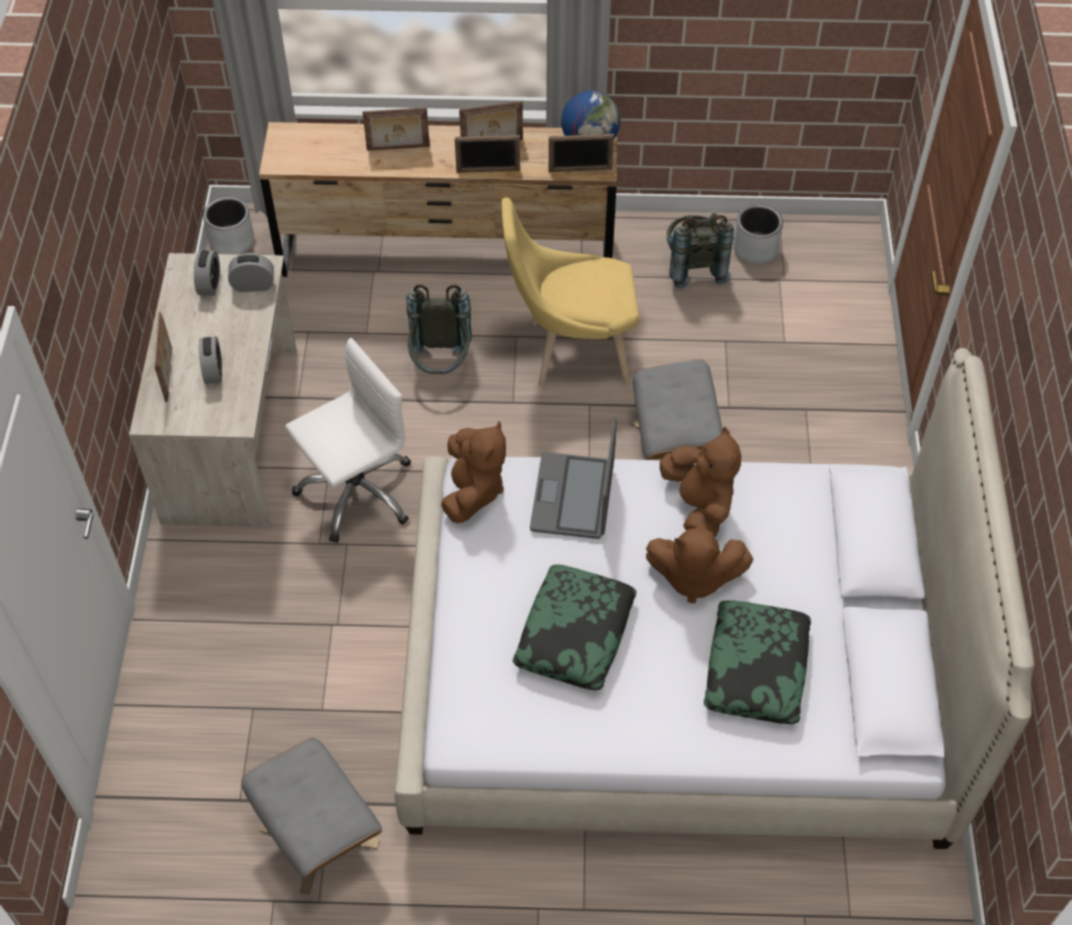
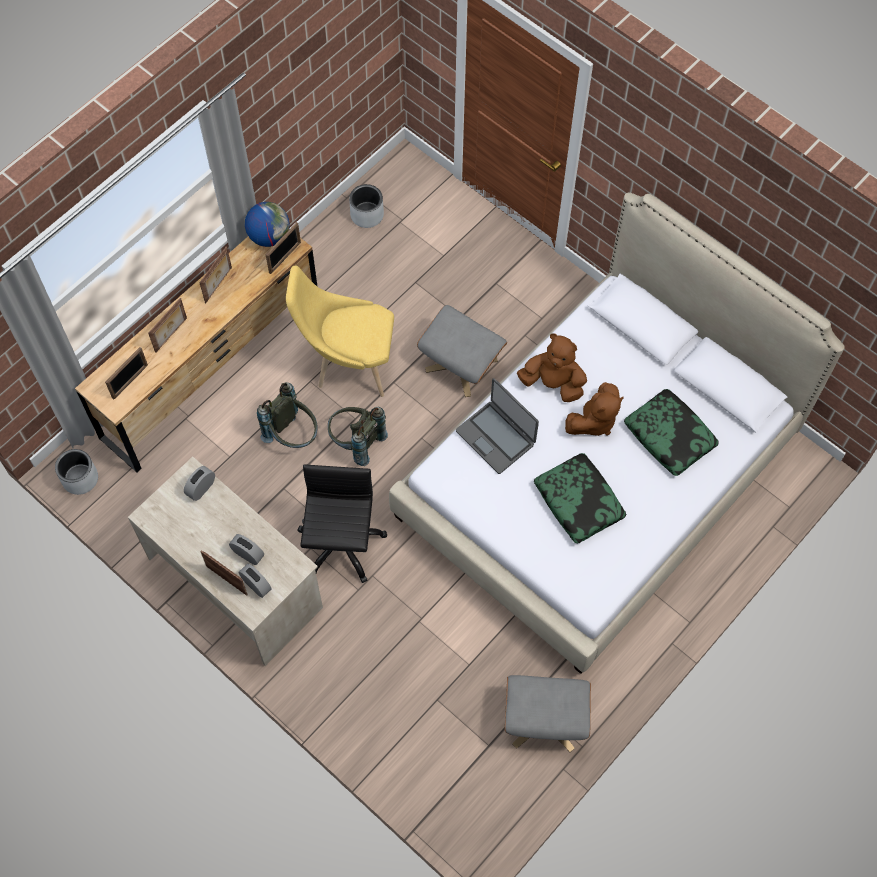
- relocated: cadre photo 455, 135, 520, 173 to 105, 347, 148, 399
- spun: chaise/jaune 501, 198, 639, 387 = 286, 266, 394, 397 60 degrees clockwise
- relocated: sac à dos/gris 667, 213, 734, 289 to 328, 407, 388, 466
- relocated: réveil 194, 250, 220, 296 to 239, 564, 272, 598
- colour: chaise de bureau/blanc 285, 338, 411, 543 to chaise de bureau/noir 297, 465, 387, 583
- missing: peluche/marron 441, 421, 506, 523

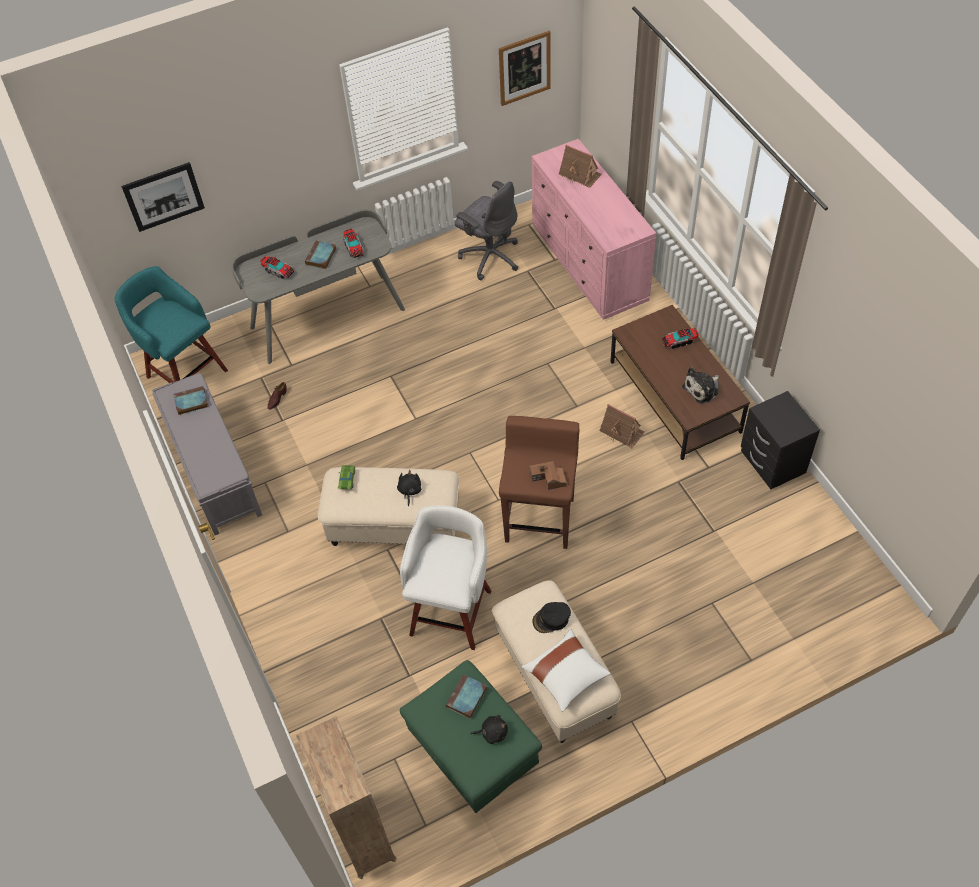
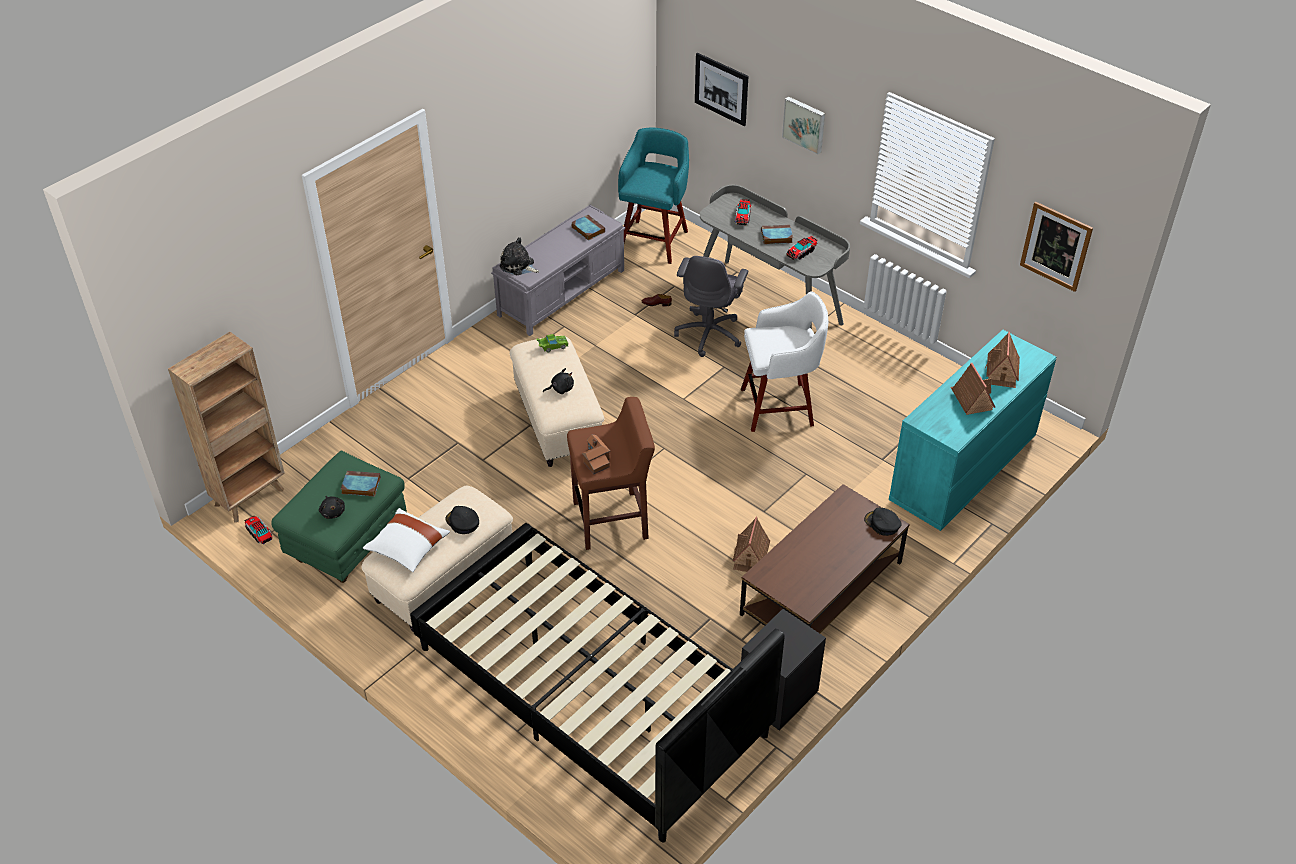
- colour: commode/rose 532, 139, 657, 320 to commode/turquoise 889, 330, 1056, 531
- relocated: chaise de bureau/gris 455, 181, 518, 280 to 674, 256, 748, 357
- relocated: camion jouet 662, 328, 699, 349 to 244, 516, 272, 544
- relocated: peluche 682, 367, 719, 404 to 499, 237, 539, 275
- relocated: tabouret/blanc 400, 505, 492, 650 to 741, 292, 828, 432
- appeared: tableau 782, 96, 825, 154
- appeared: maison miniature 950, 363, 996, 415
- appeared: casquette/noir 864, 508, 902, 536
- appeared: lit/noir 410, 523, 785, 843

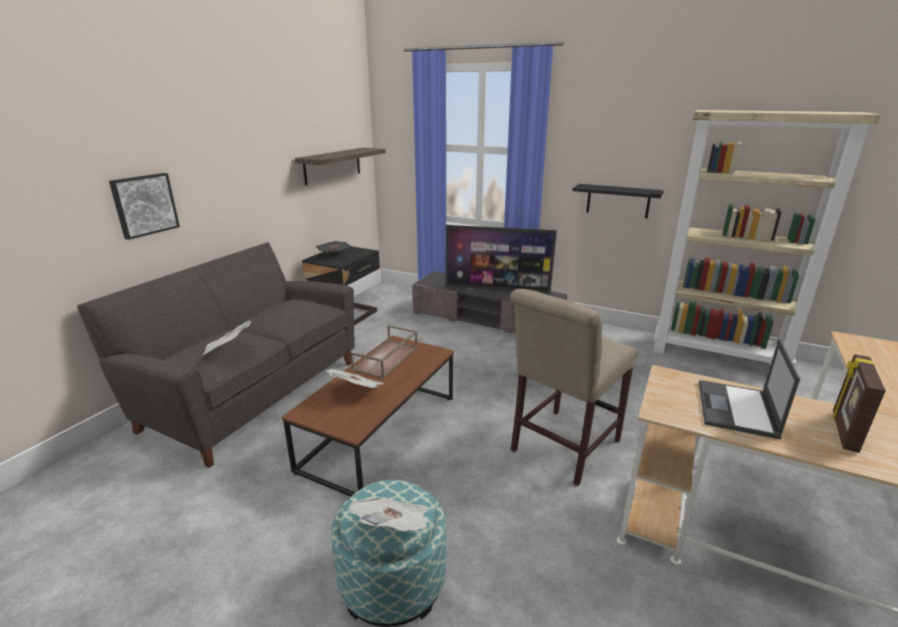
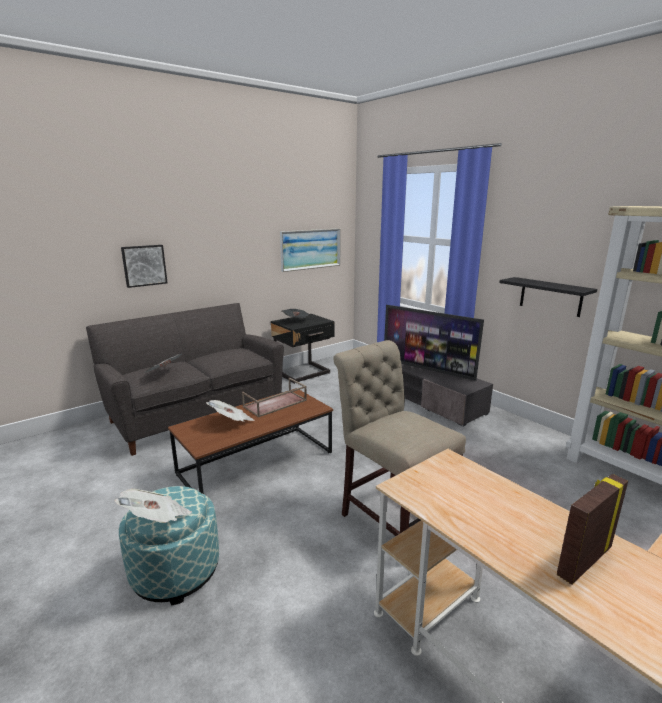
- exchanged: étagère 295, 148, 386, 186 to tableau 280, 228, 341, 272
- spun: chaise/beige 510, 289, 637, 486 = 333, 340, 466, 536 75 degrees clockwise
- missing: ordinateur portable 699, 339, 800, 440

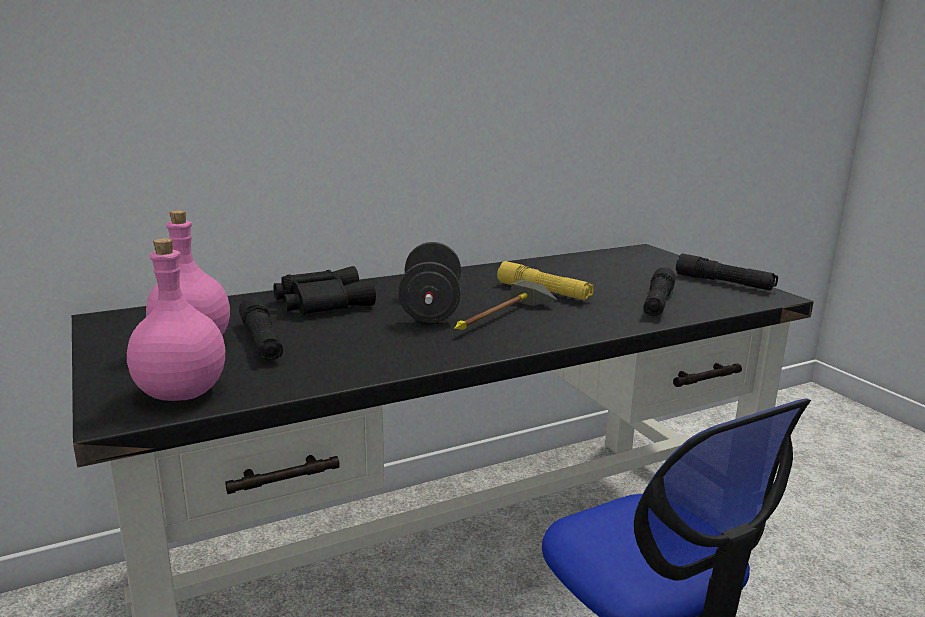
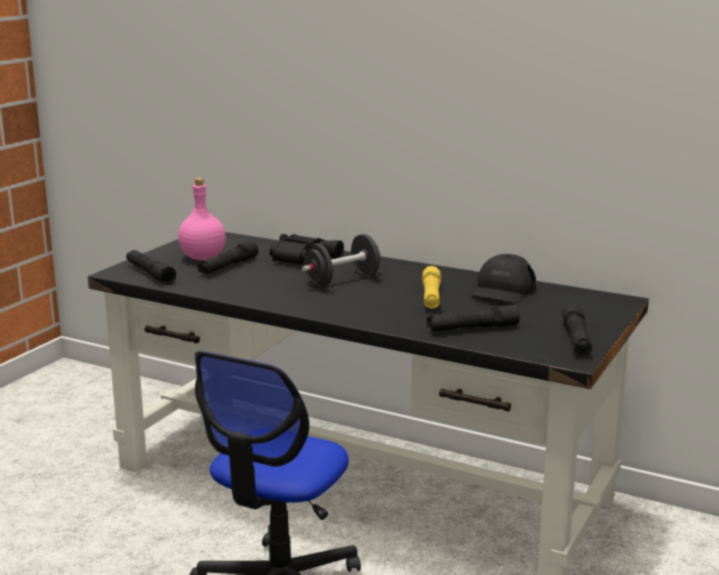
- exchanged: bouteille/rose 127, 238, 225, 401 to lampe de poche/noir 126, 250, 176, 284
- missing: marteau 454, 279, 557, 330
- appeared: casquette/noir 471, 254, 536, 303

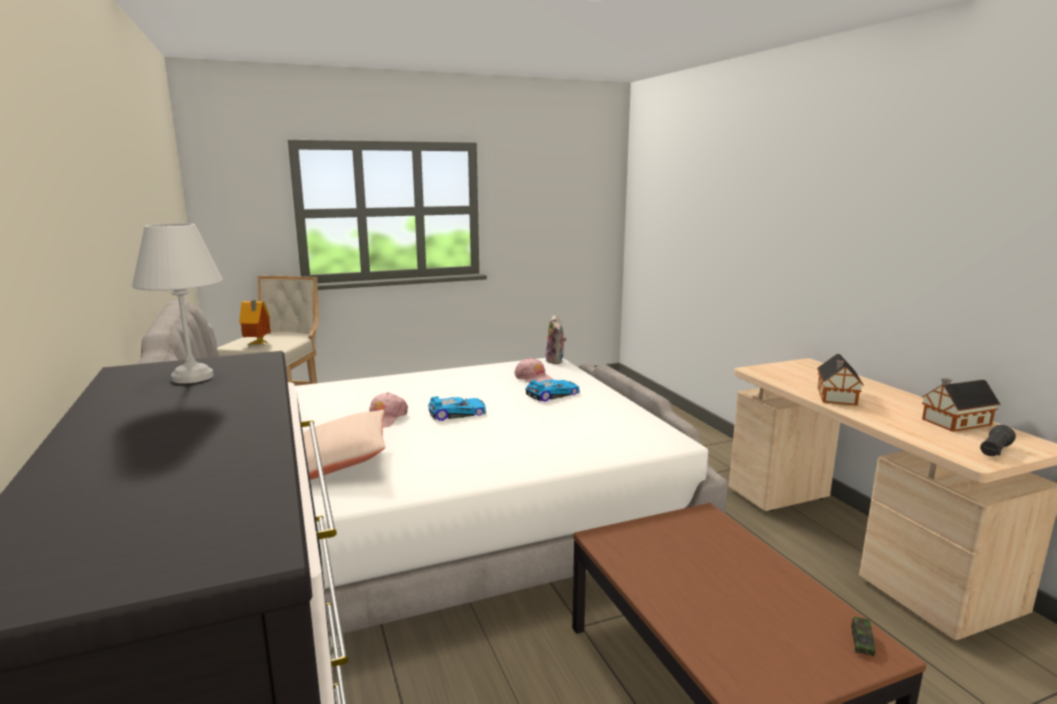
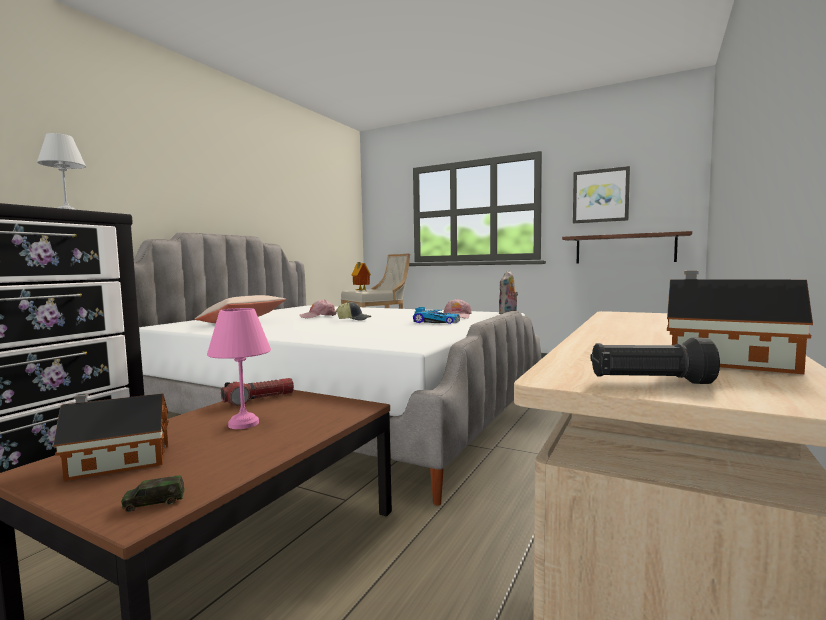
- relocated: maison miniature 817, 354, 864, 406 to 53, 393, 169, 481
- exchanged: petite voiture 428, 396, 486, 421 to casquette 336, 302, 371, 321
- appeared: tableau 573, 166, 630, 223
- appeared: étagère 562, 231, 692, 264
- appeared: lampe de table/rose 207, 308, 271, 429
- appeared: lampe de poche 221, 378, 294, 406

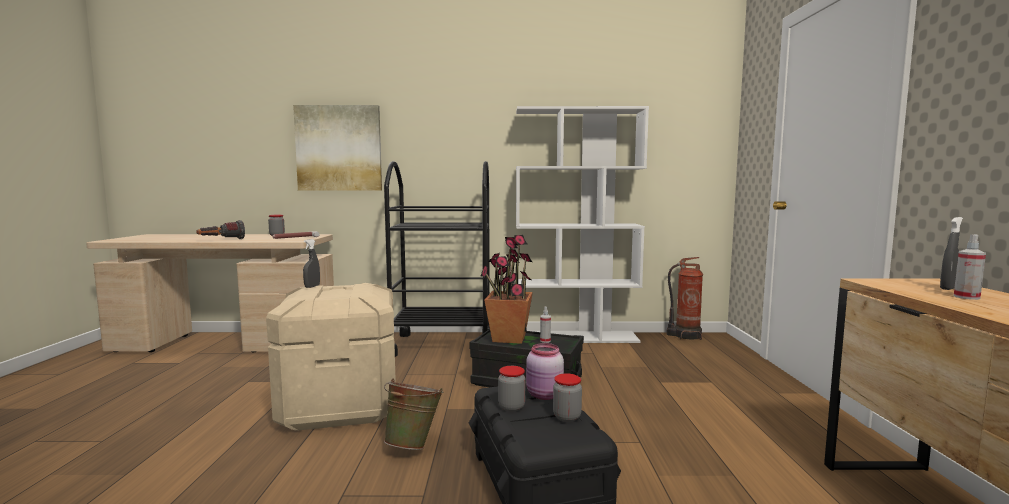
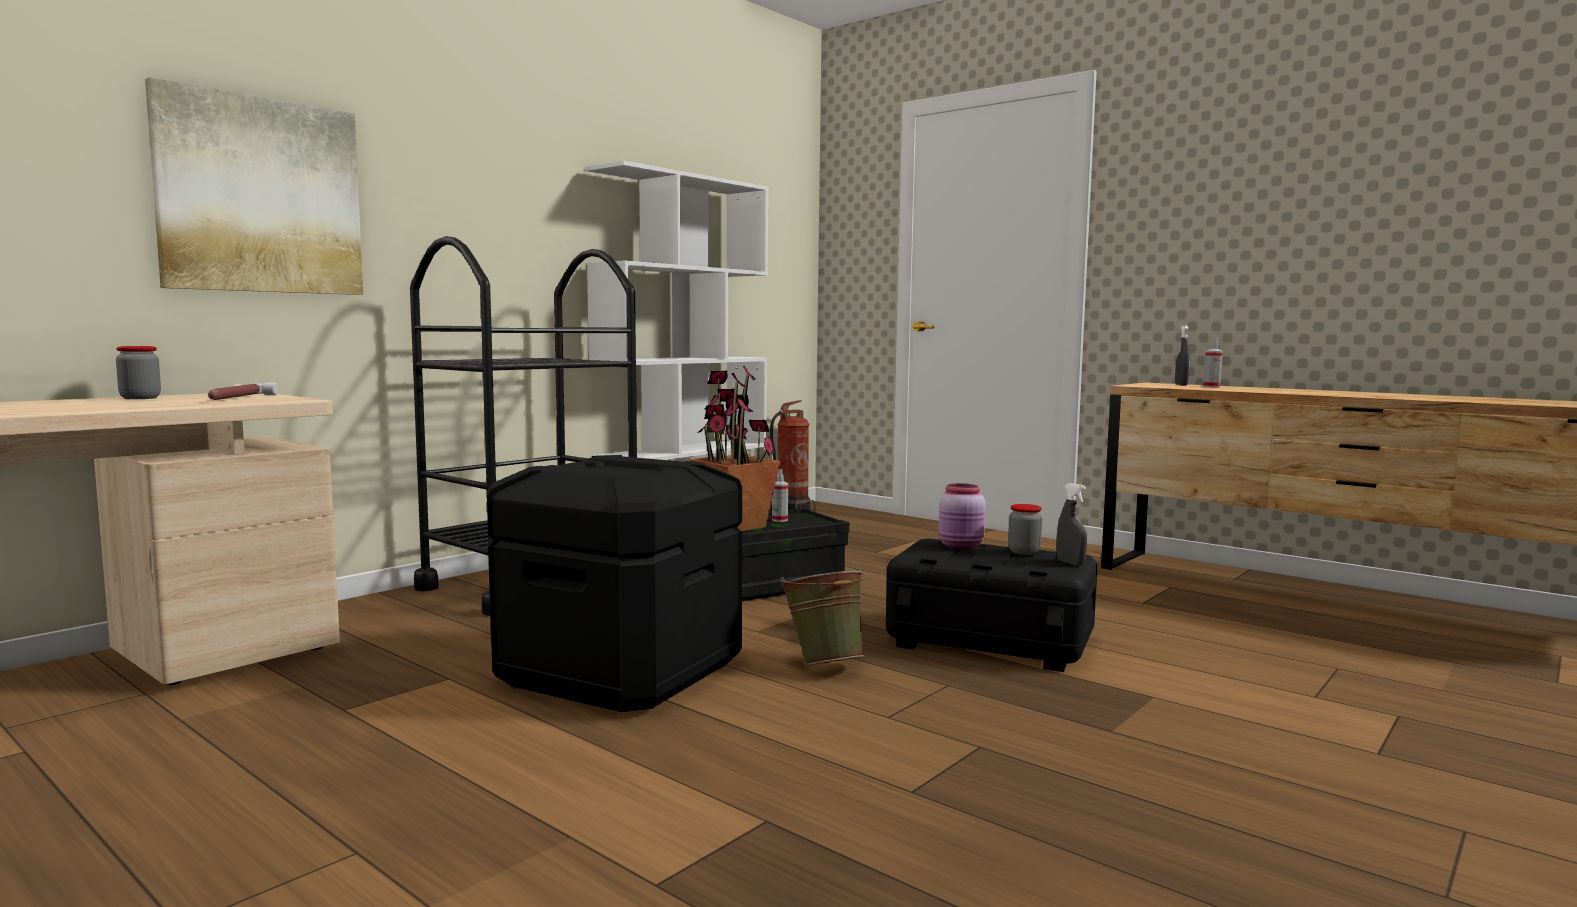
- missing: lampe de poche 196, 220, 245, 239
- relocated: vaporisateur/gris 303, 239, 320, 288 to 1056, 483, 1087, 565
- colour: boîte de rangement/beige 266, 283, 396, 431 to boîte de rangement/noir 487, 455, 742, 712
- missing: bocal 498, 366, 526, 412

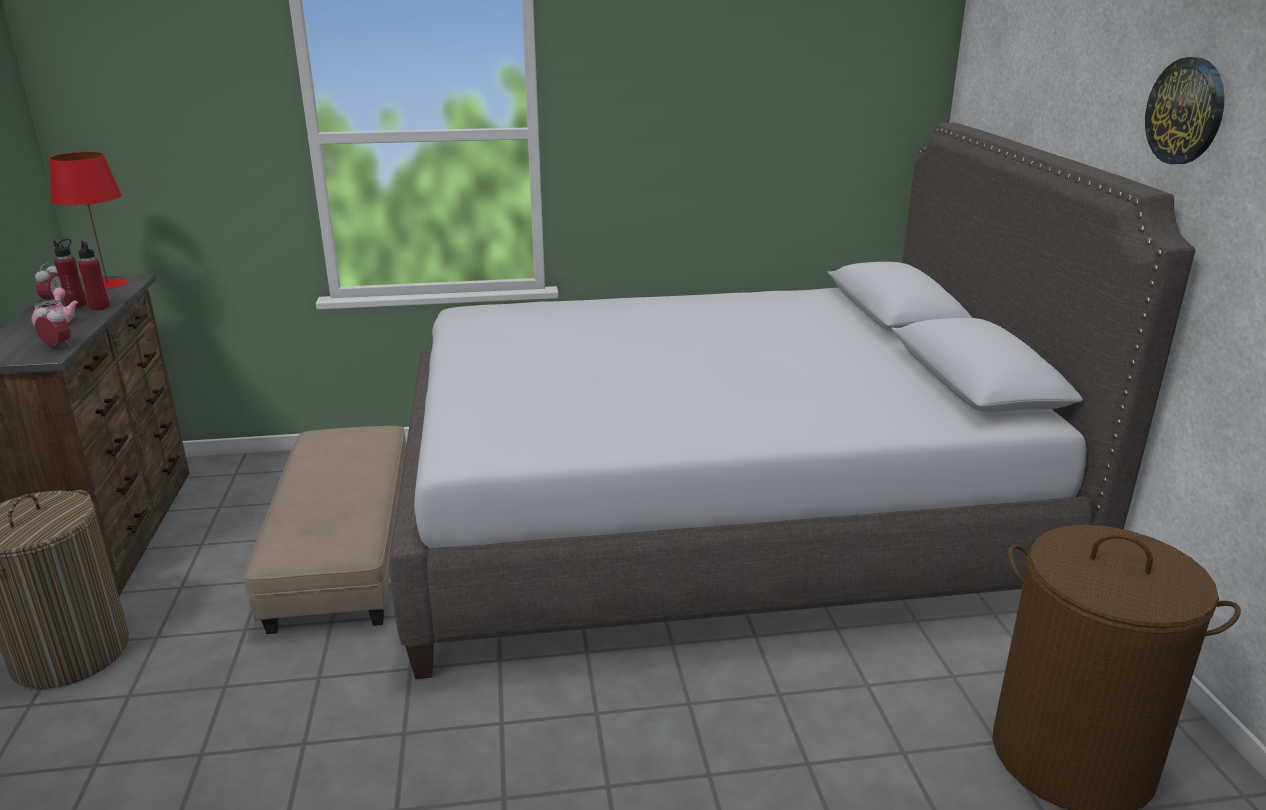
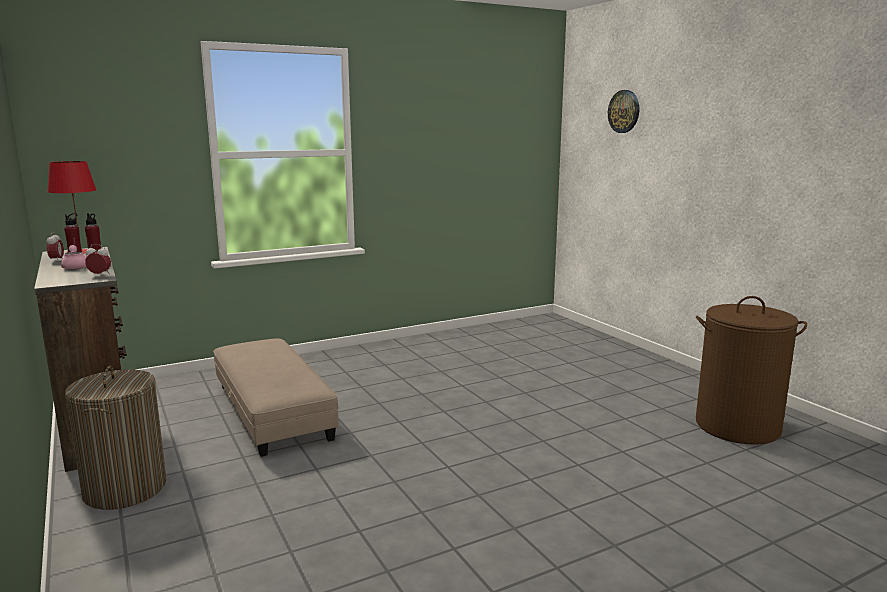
- relocated: horloge murale 1145, 57, 1224, 164 to 608, 90, 639, 133
- missing: lit/gris 389, 123, 1195, 679

